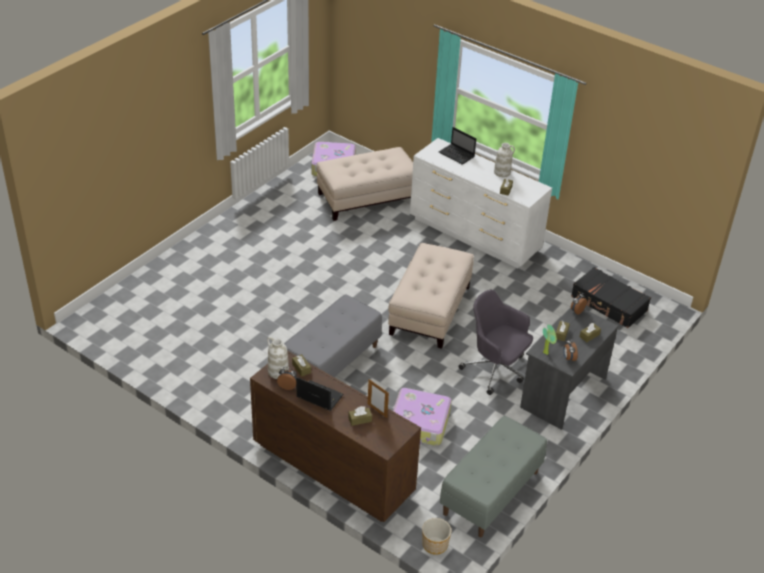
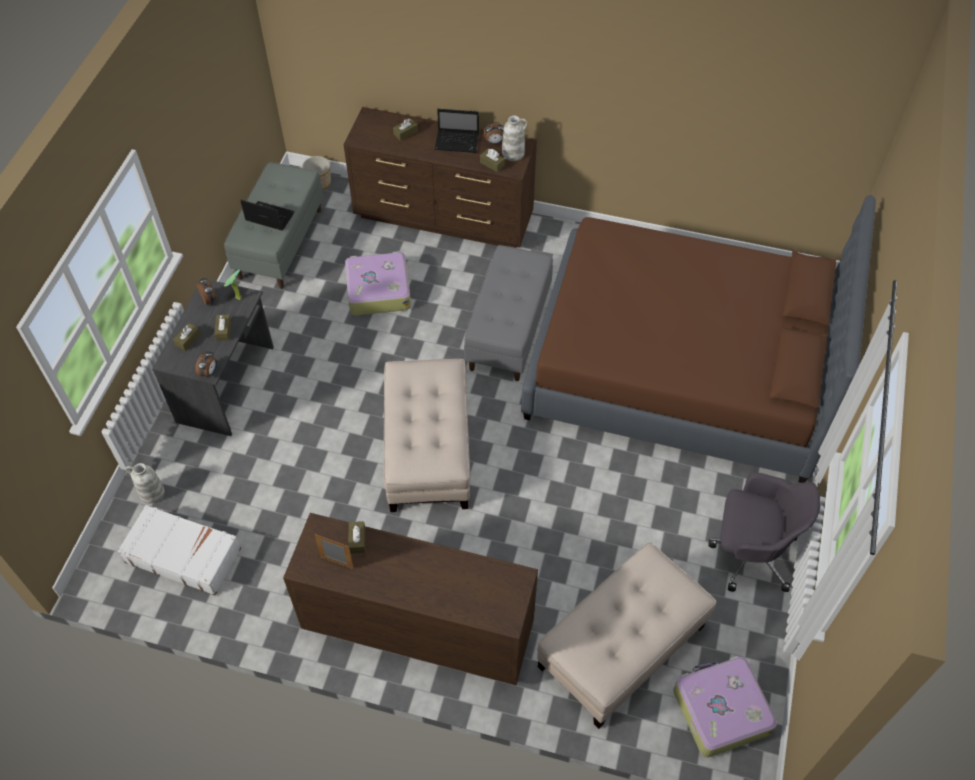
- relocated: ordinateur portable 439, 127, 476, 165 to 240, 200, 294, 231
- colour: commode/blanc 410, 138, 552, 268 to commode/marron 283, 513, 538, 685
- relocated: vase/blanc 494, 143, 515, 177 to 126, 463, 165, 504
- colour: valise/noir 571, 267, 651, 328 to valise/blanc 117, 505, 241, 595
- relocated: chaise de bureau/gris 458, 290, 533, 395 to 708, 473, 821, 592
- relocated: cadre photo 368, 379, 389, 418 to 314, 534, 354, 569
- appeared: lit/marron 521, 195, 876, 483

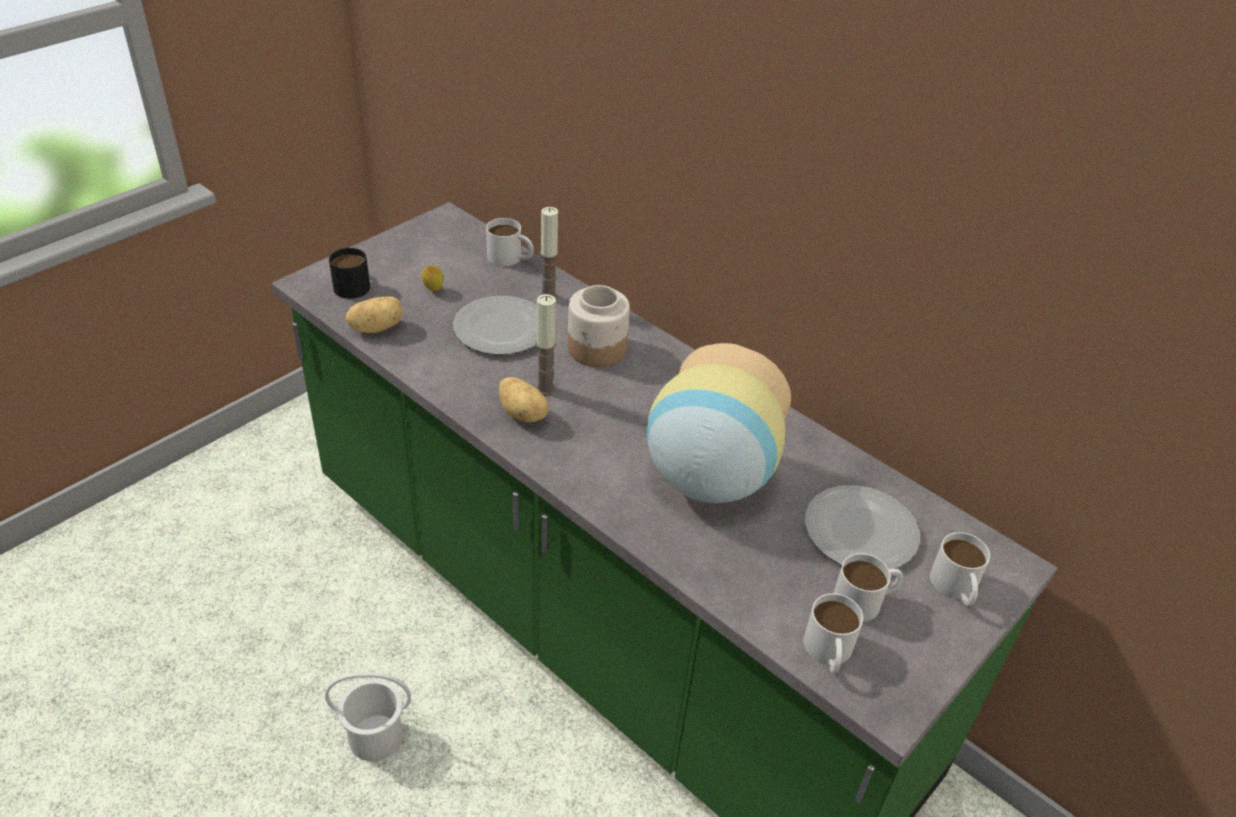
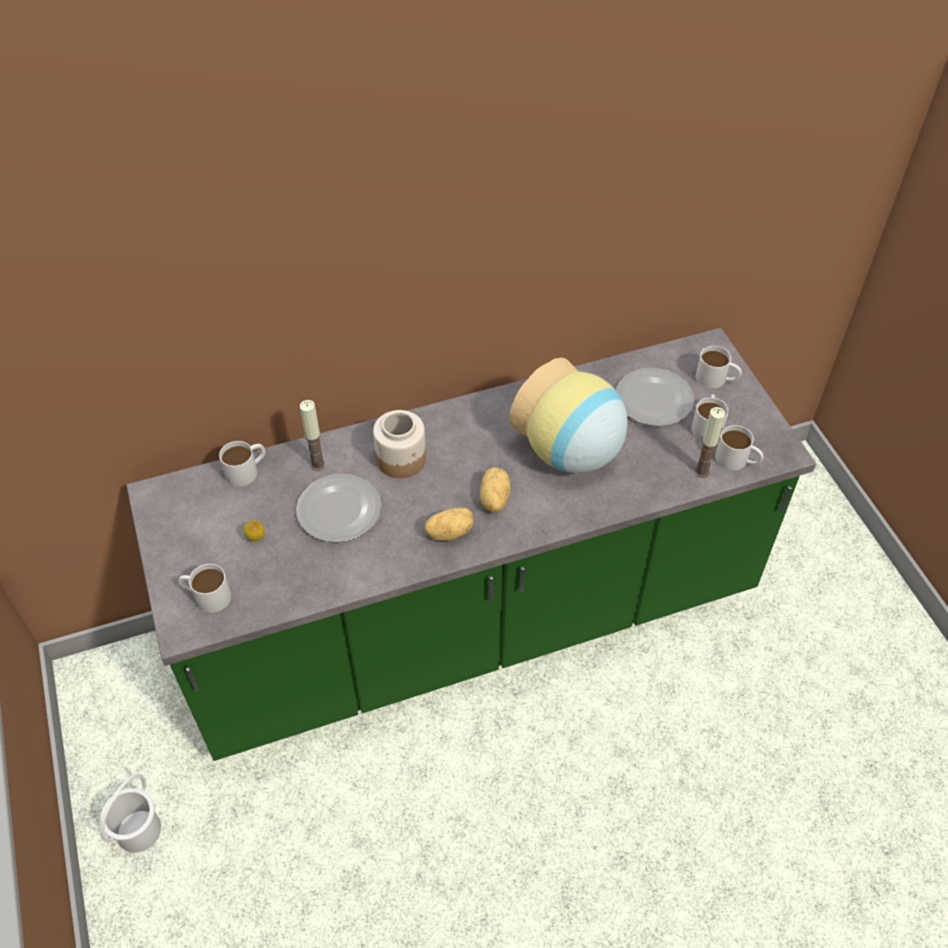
- colour: mug/noir 329, 248, 370, 299 to mug/blanc 178, 564, 231, 613
- relocated: bougie 536, 294, 556, 396 to 694, 407, 725, 478
- relocated: pomme de terre 346, 296, 403, 333 to 480, 467, 511, 512
- relocated: seau/blanc 325, 672, 411, 761 to 100, 774, 161, 853

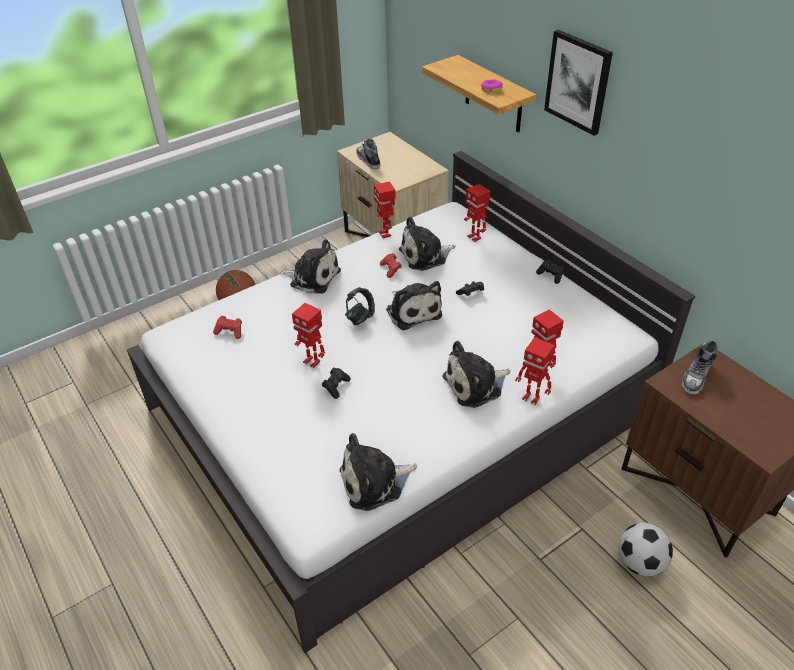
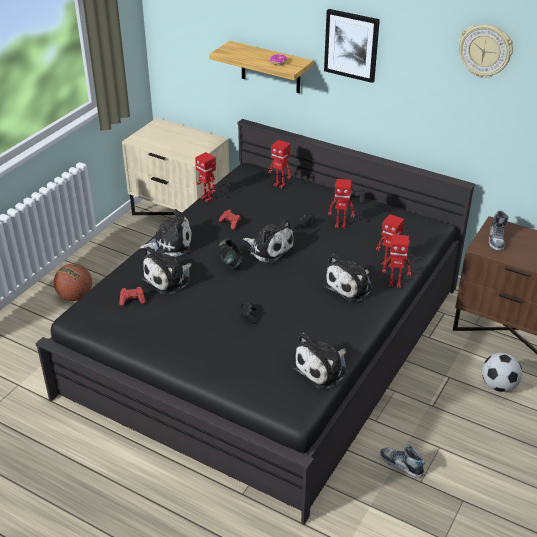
- relocated: chaussure 356, 139, 380, 169 to 380, 445, 425, 478
- colour: lit/blanc 127, 151, 695, 653 to lit/noir 35, 119, 475, 525
- relocated: peluche 399, 216, 455, 271 to 141, 246, 192, 294
- relocated: robot jouet 292, 303, 325, 368 to 328, 179, 354, 229
- appeared: horloge murale 459, 24, 513, 78

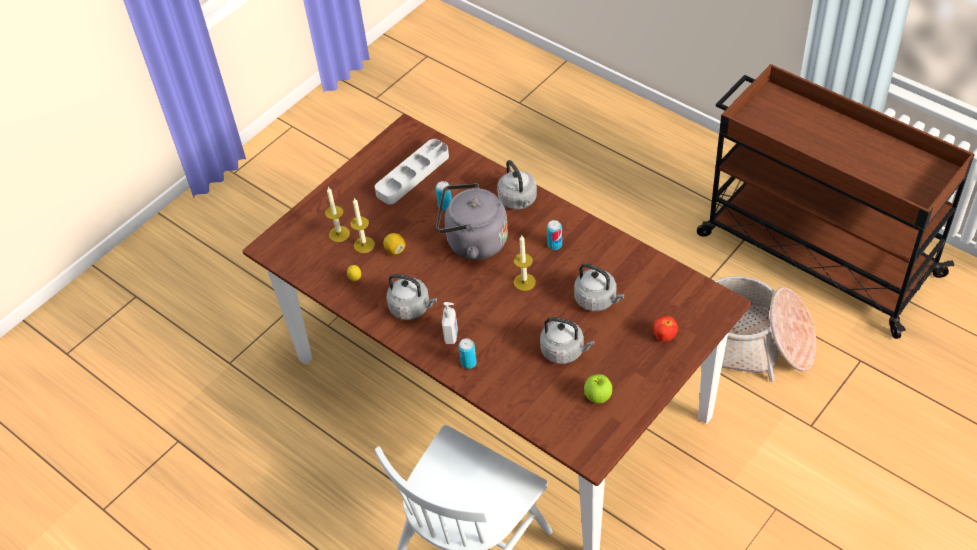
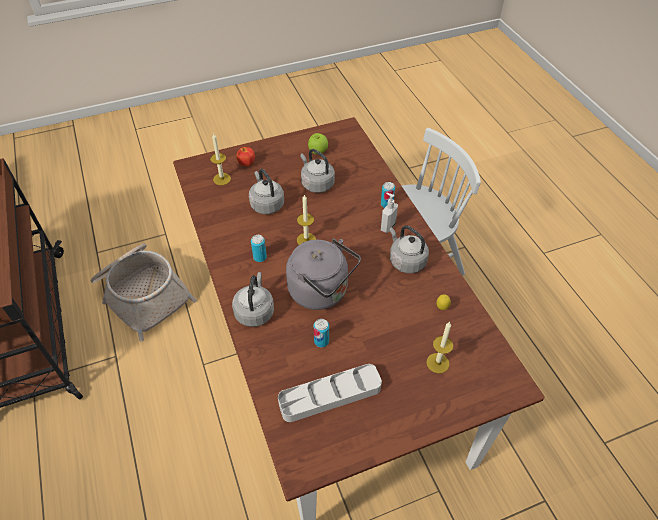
- relocated: bougie 350, 198, 375, 253 to 210, 133, 231, 185
- missing: citron 383, 233, 406, 255

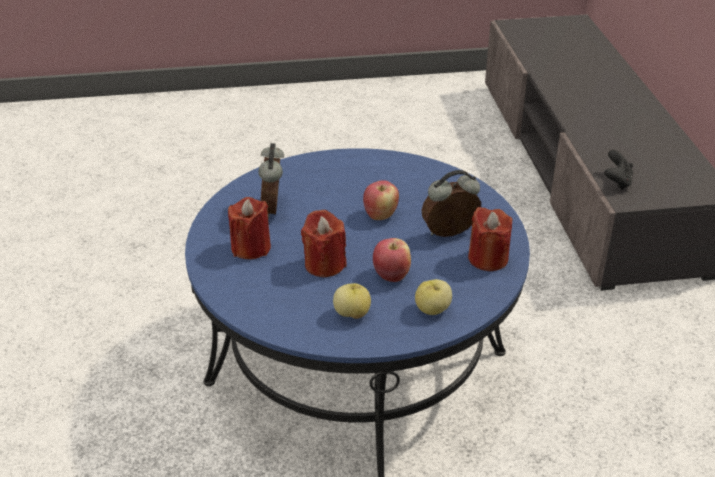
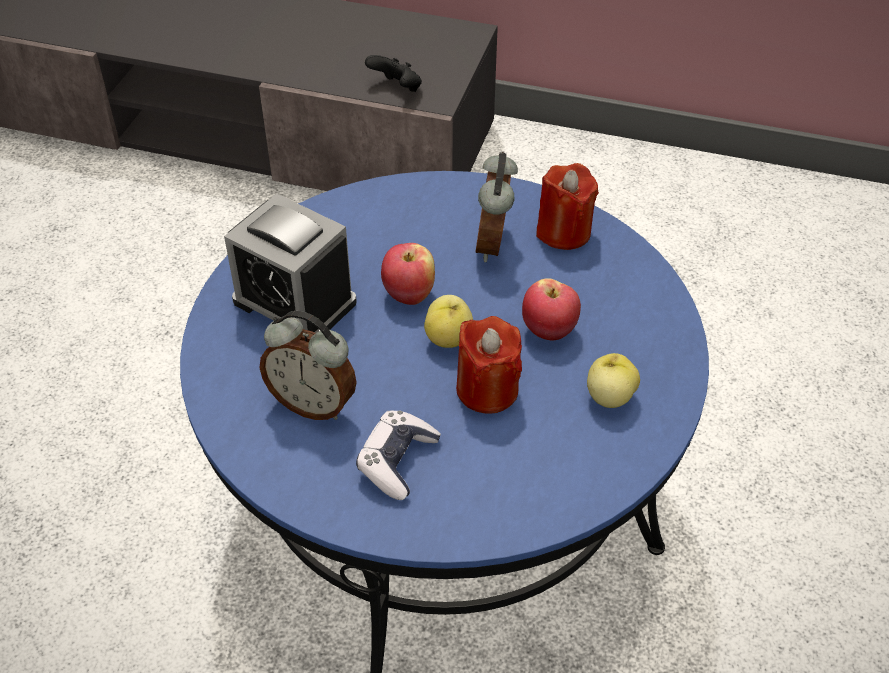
- exchanged: bougie/rouge 228, 197, 271, 259 to manette 356, 410, 441, 500
- relocated: pomme 415, 279, 452, 315 to 424, 295, 473, 348
- appeared: réveil 224, 194, 357, 333

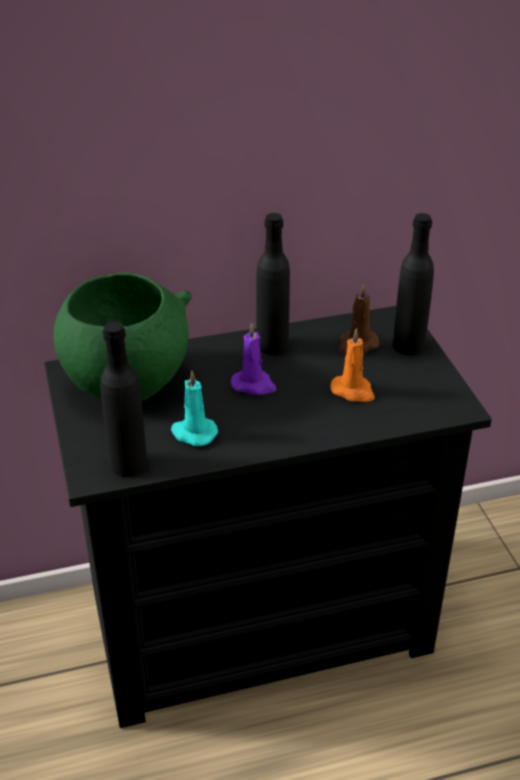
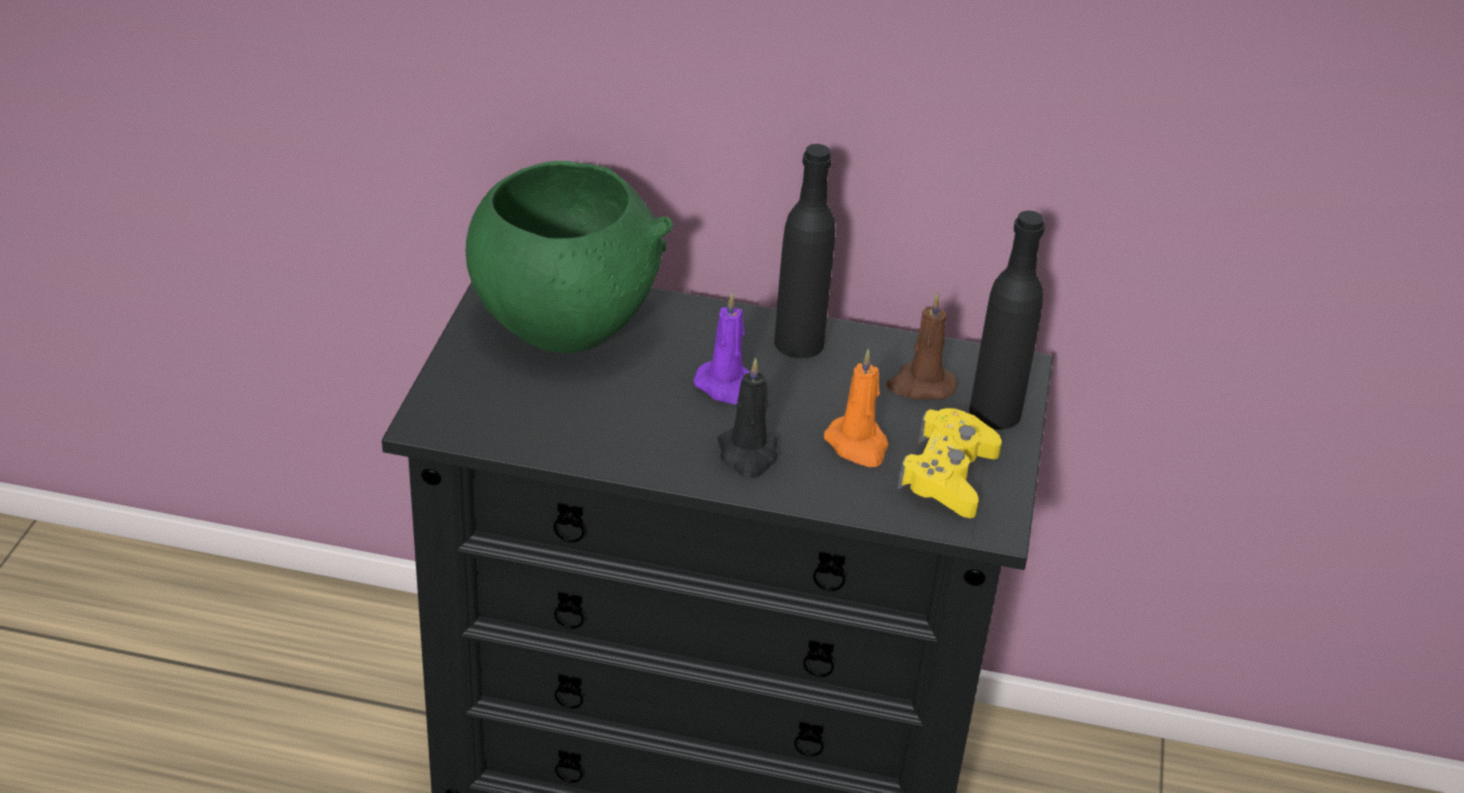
- missing: bouteille/noir 100, 321, 147, 477
- missing: bougie/turquoise 171, 370, 218, 446
- appeared: bougie/noir 718, 357, 778, 478
- appeared: manette/jaune 897, 408, 1002, 518

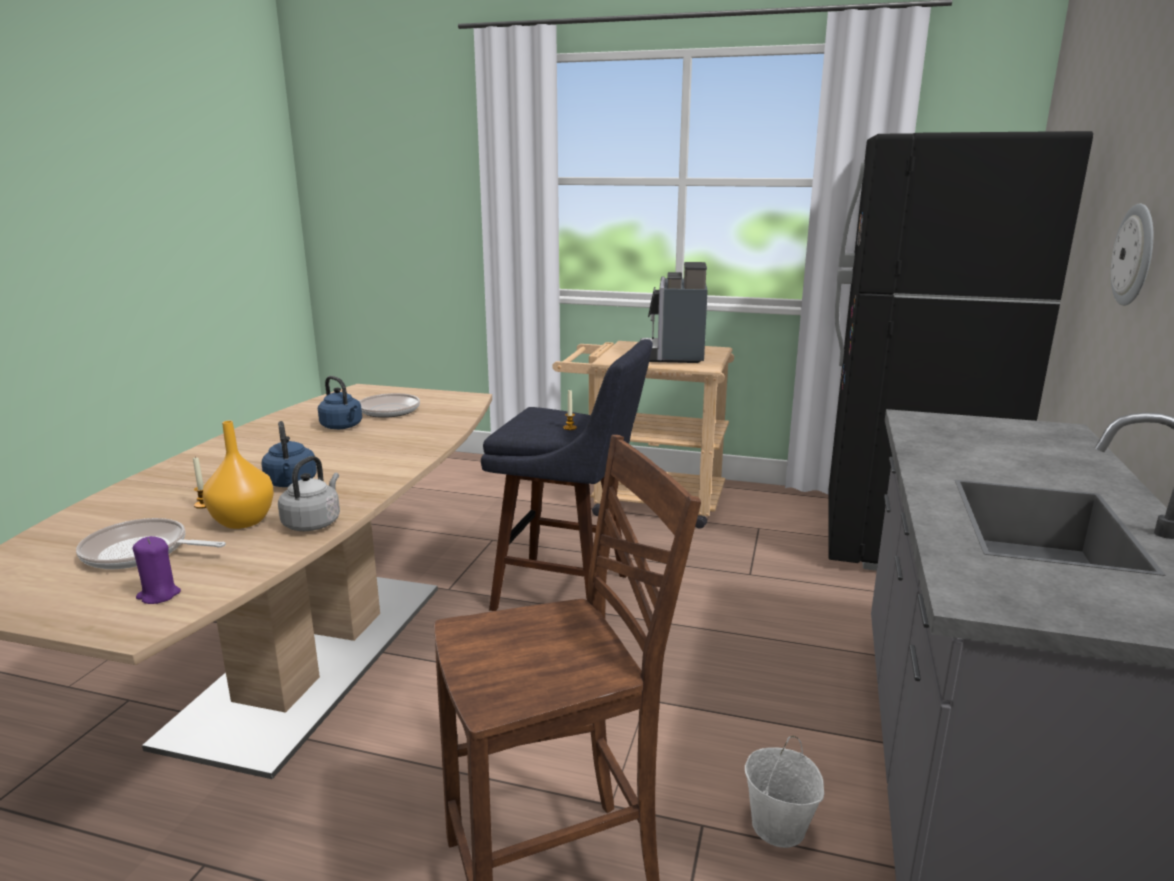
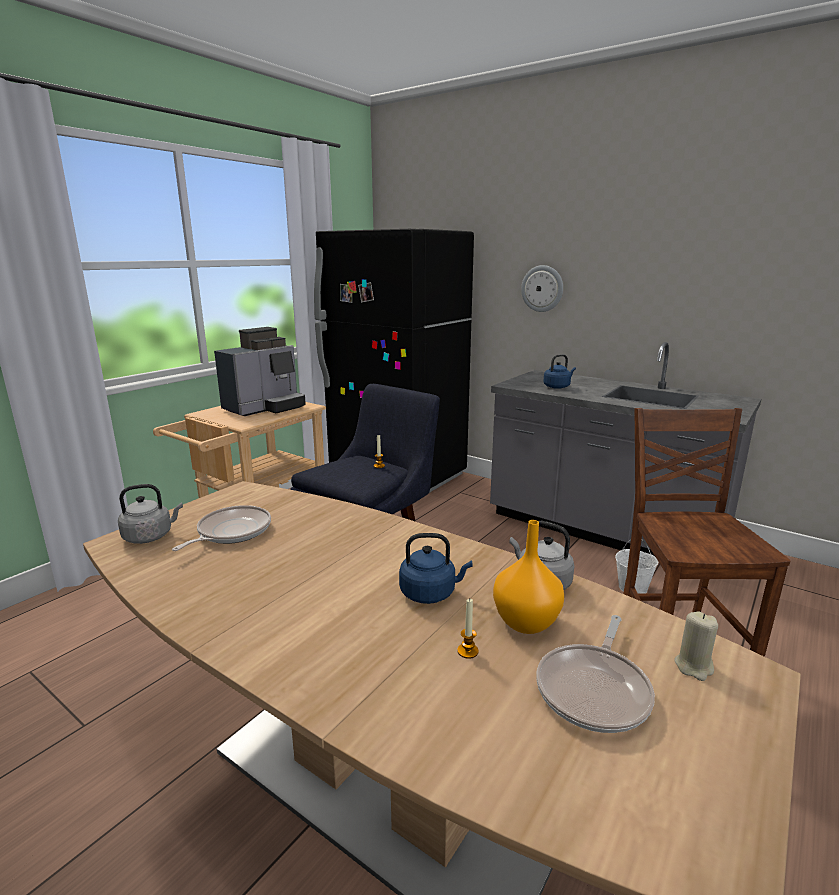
- spun: machine à café 640, 262, 708, 363 = 214, 327, 306, 416 75 degrees counterclockwise
- relocated: bouilloire/bleu 318, 376, 362, 429 to 543, 354, 576, 389
- colour: bougie/violet 133, 536, 181, 604 to bougie/beige 674, 611, 718, 681
- appeared: bouilloire/gris 118, 484, 183, 544

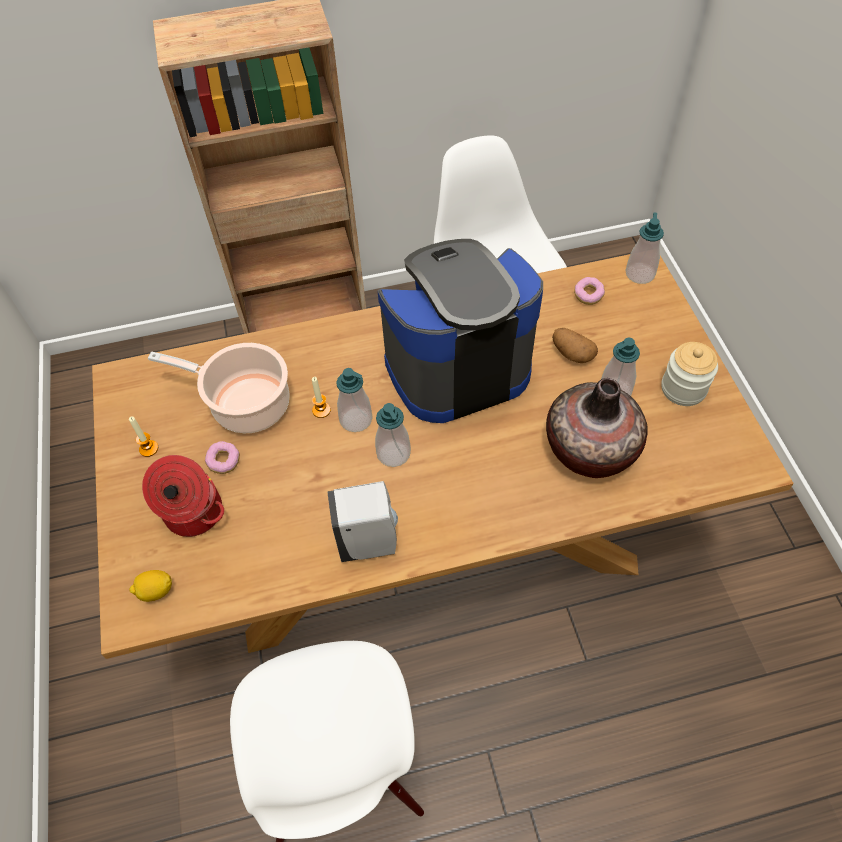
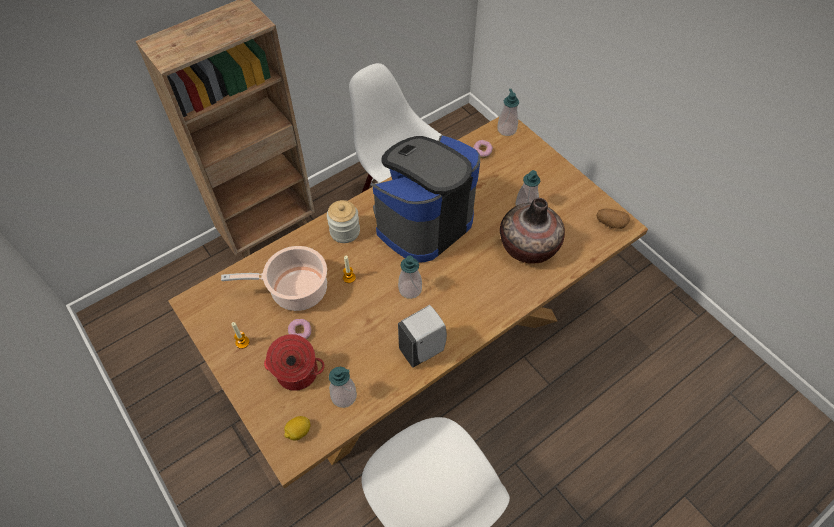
- relocated: pomme de terre 552, 328, 598, 363 to 596, 208, 630, 229
- relocated: bocal 661, 342, 718, 406 to 327, 200, 360, 243
- relocated: distributeur de savon 336, 368, 373, 432 to 329, 367, 357, 408

